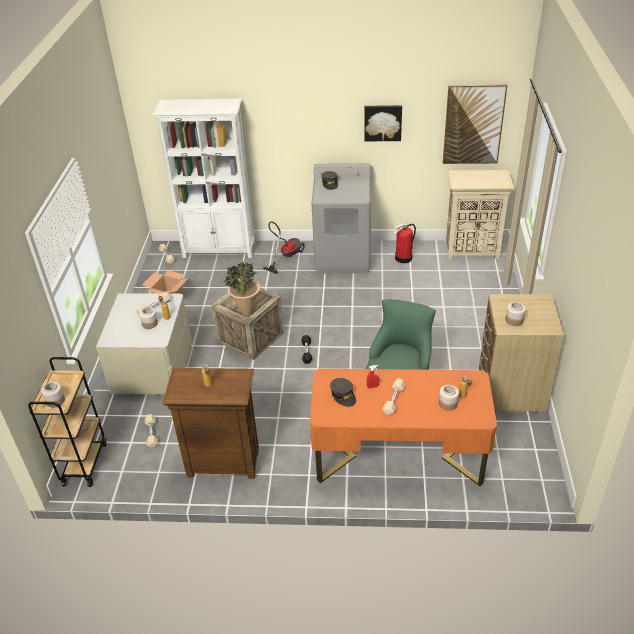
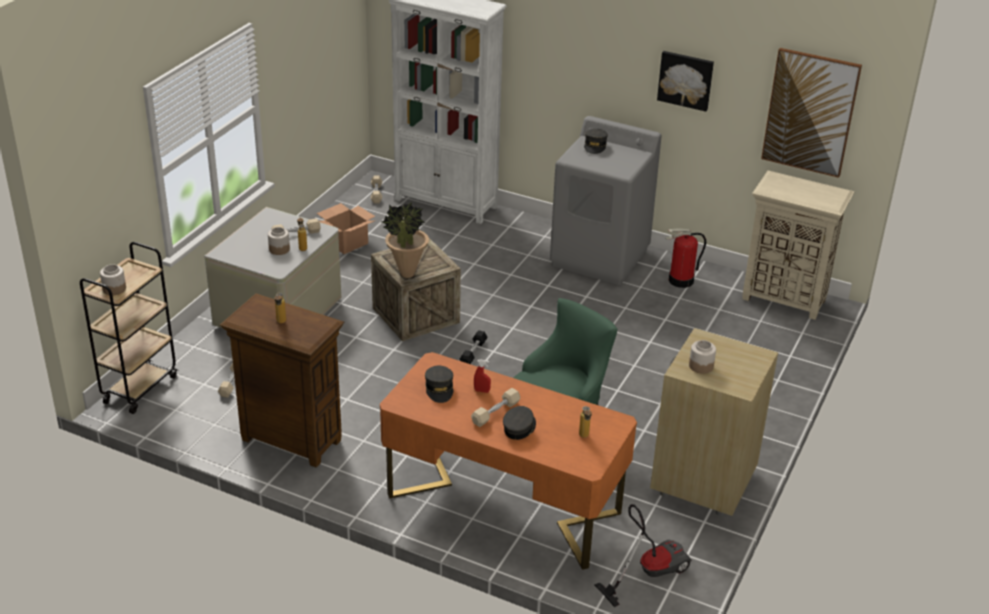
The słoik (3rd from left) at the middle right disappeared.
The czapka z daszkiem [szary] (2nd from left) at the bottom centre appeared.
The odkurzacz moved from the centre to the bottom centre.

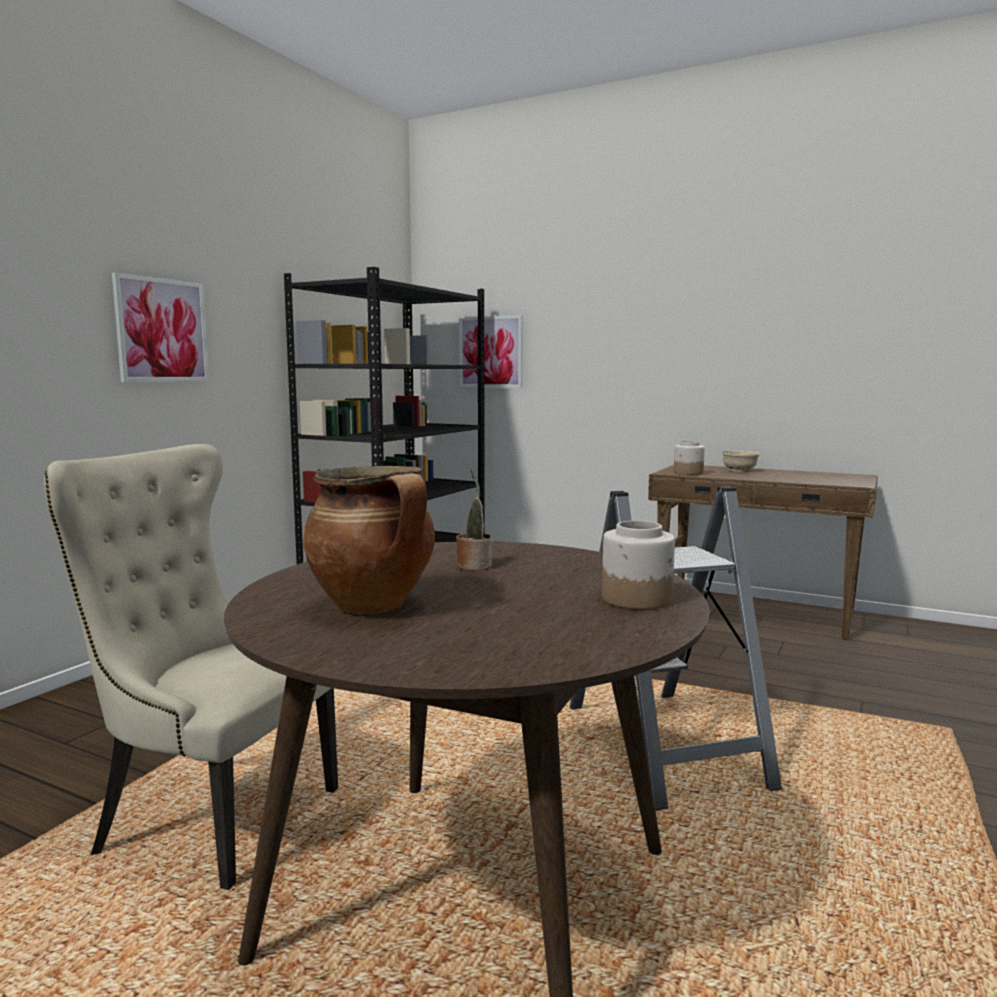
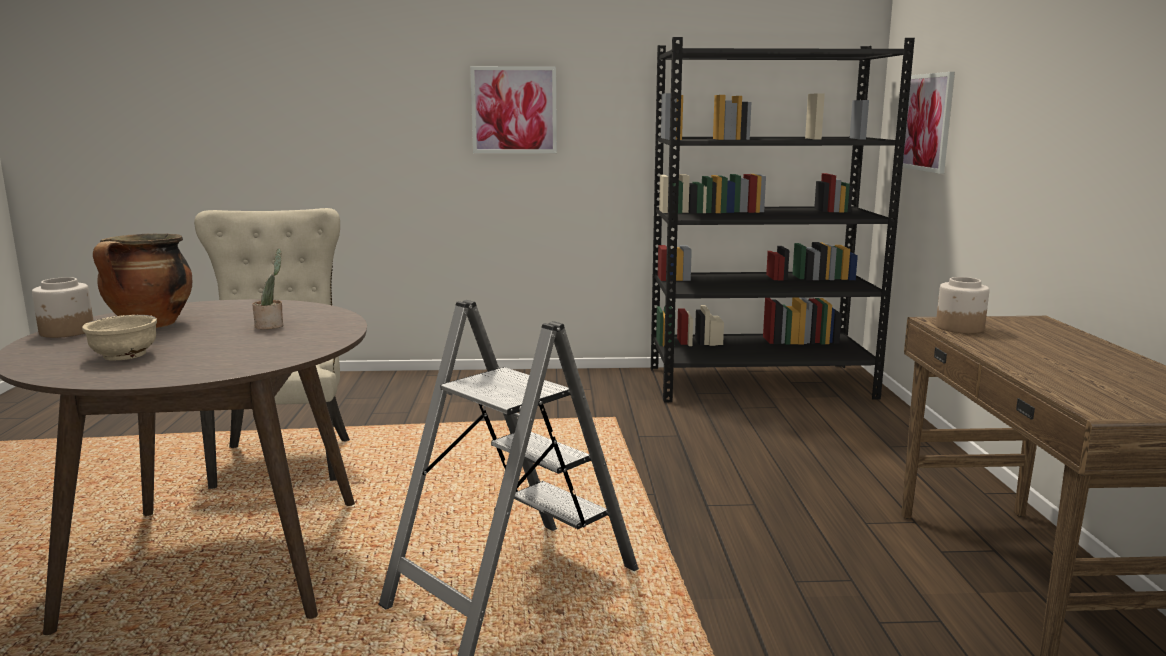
The słoik (1st from left) moved from the centre to the middle left.
The miska [beżowy] moved from the middle right to the middle left.

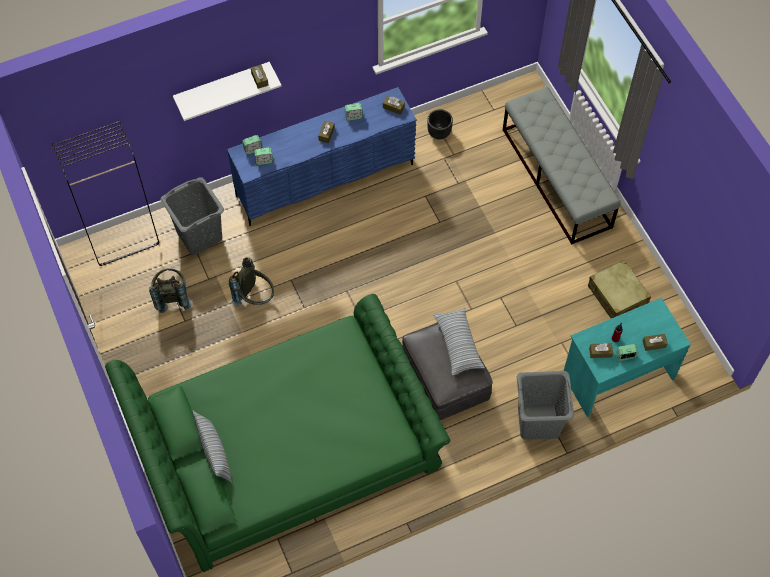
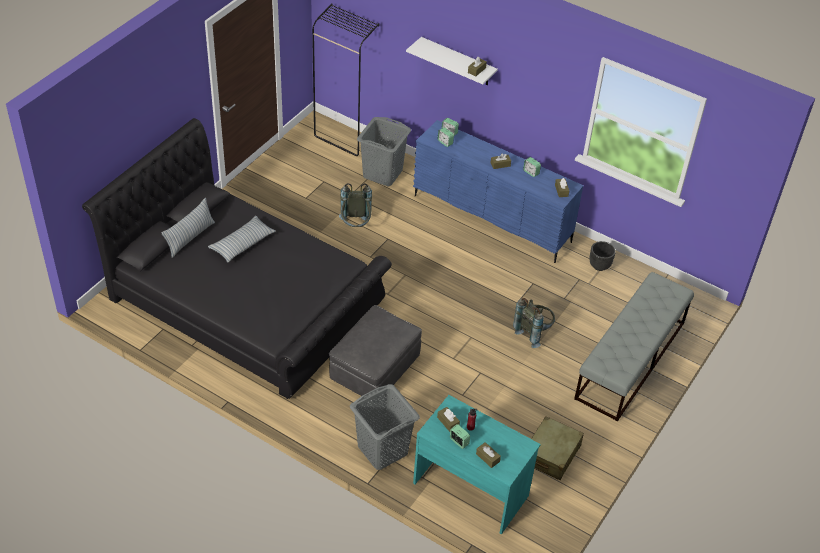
The plecak [szary] (1st from left in the first image) moved from the middle left to the centre.
The poduszka (2nd from left) moved from the centre to the middle left.
The łóżko [zielony] at the bottom centre became the łóżko [czarny] at the middle left.

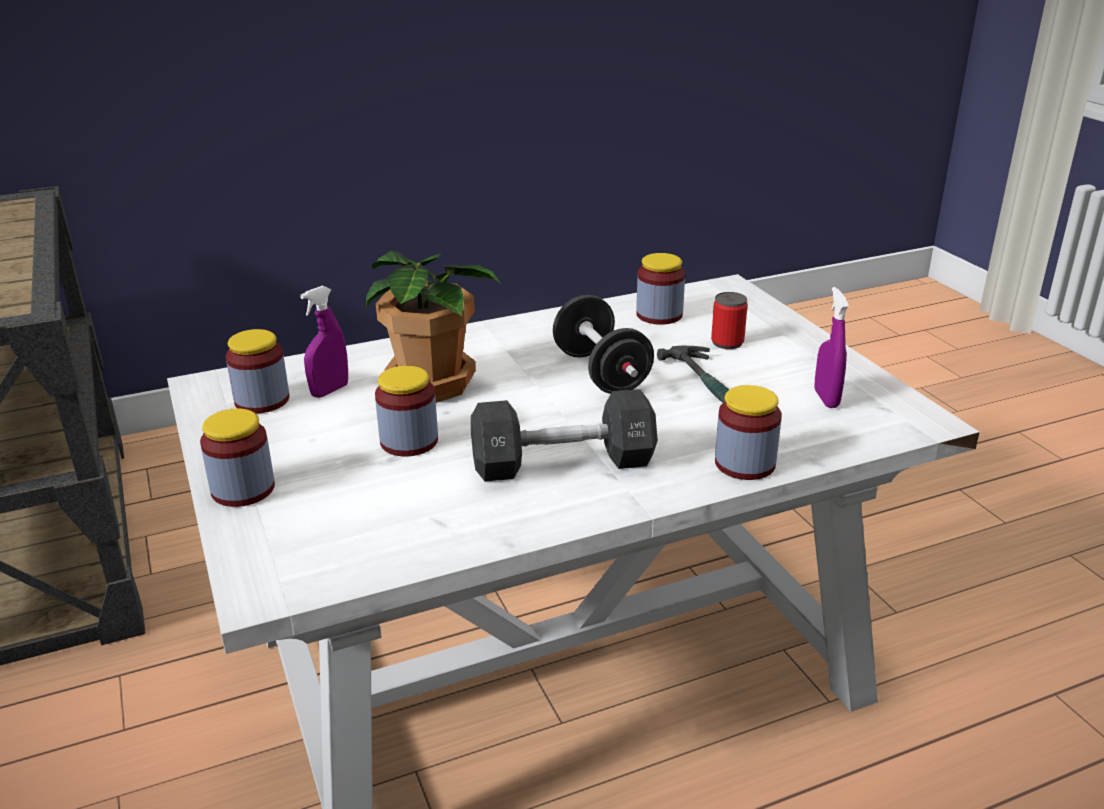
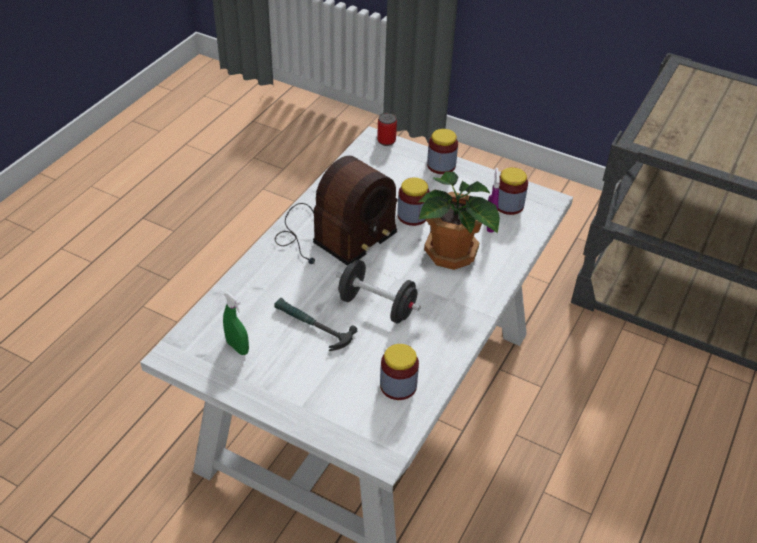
The słoik (5th from left) at the middle right disappeared.
The puszka moved from the centre to the top centre.
The hantel [czarny] (1st from left) at the centre was replaced by the radio at the centre.
The spryskiwacz [fioletowy] (2nd from left) at the middle right became the spryskiwacz [zielony] at the middle left.

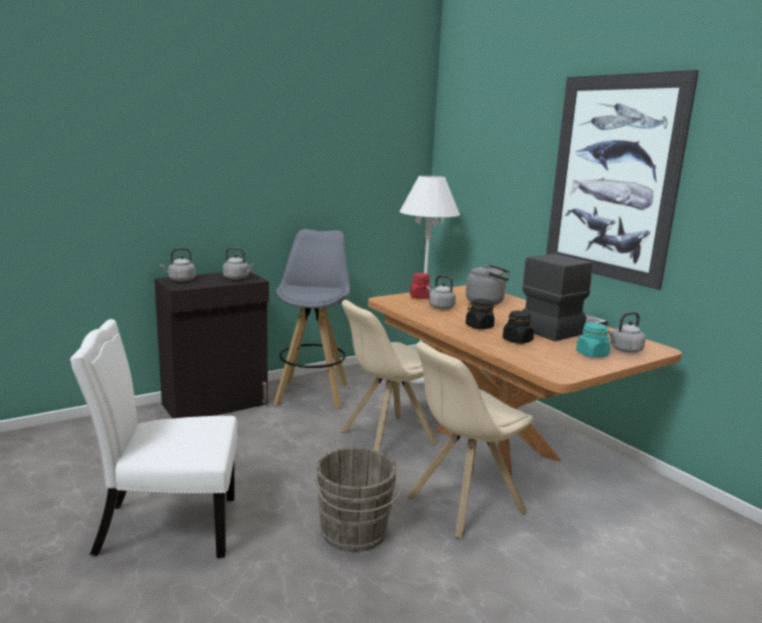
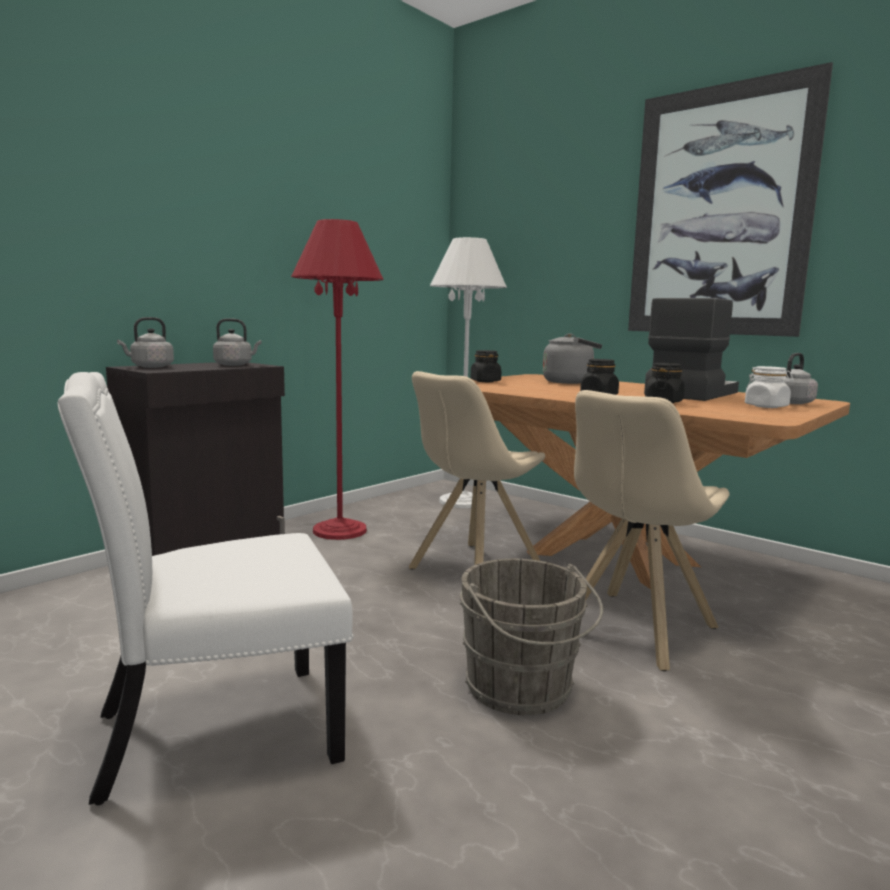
The czajnik [szary] (3rd from left) at the centre disappeared.
The stołek [szary] at the centre was replaced by the lampa stojąca [czerwony] at the centre.
The słoik [czerwony] at the centre became the słoik [czarny] (1st from left) at the centre.
The słoik [turkusowy] at the middle right became the słoik [biały] at the middle right.

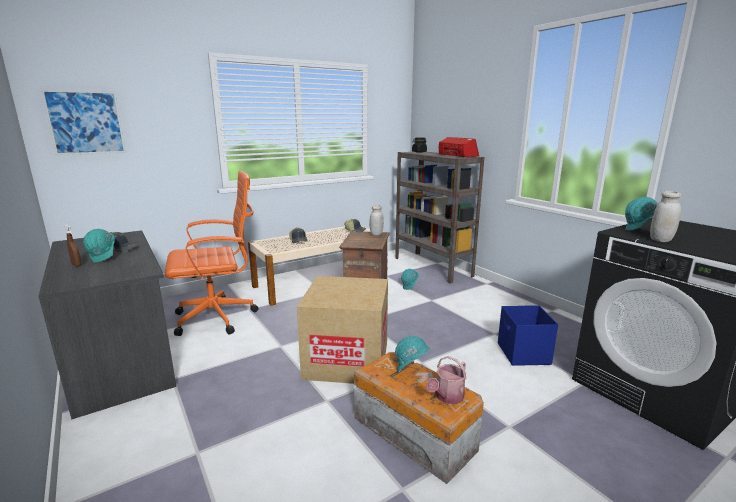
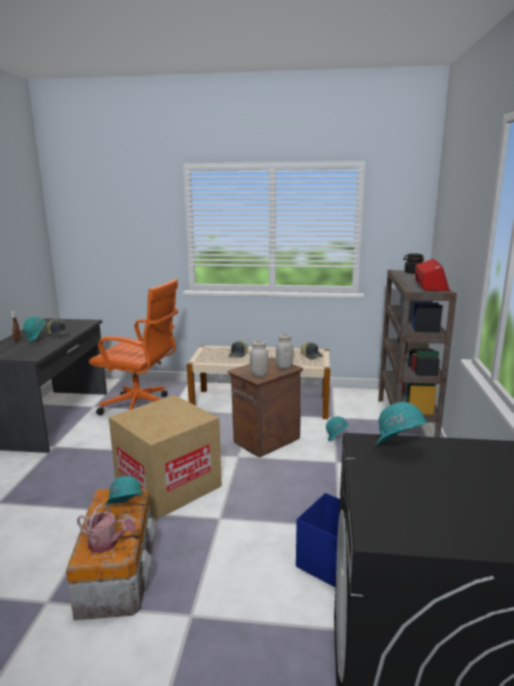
The obraz at the top left disappeared.
The słoik [biały] (2nd from left in the first image) moved from the middle right to the centre.
The konewka at the bottom centre turned 150 degrees counterclockwise.

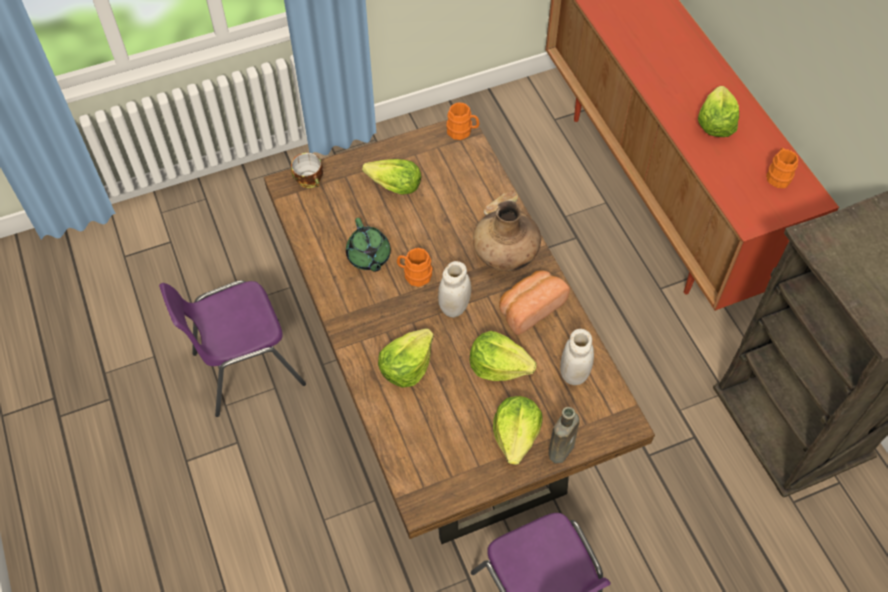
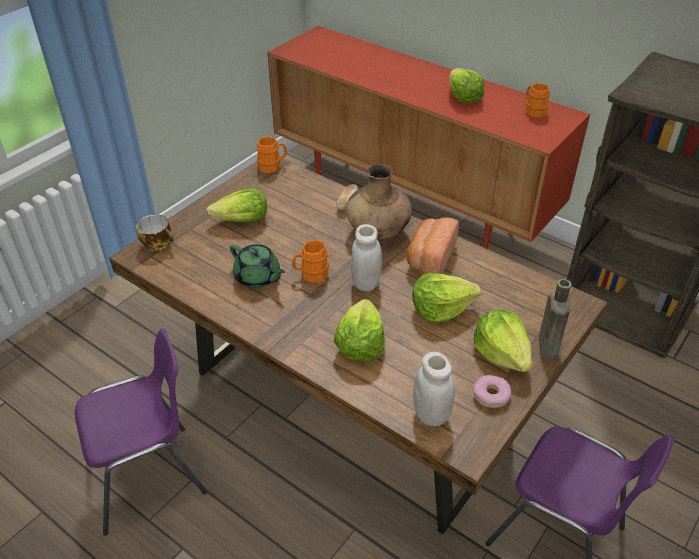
The donut at the bottom right appeared.
The słoik [biały] (2nd from left) moved from the centre to the bottom centre.
The krzesło [fioletowy] (1st from left) at the middle left turned 150 degrees counterclockwise.

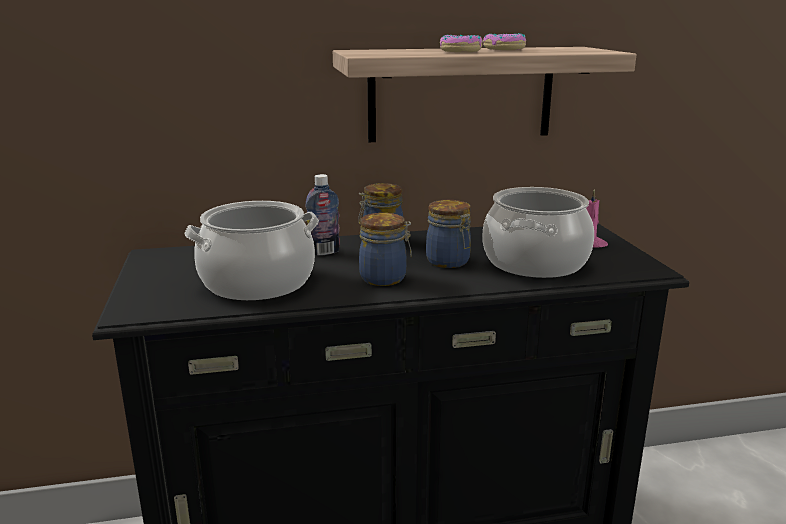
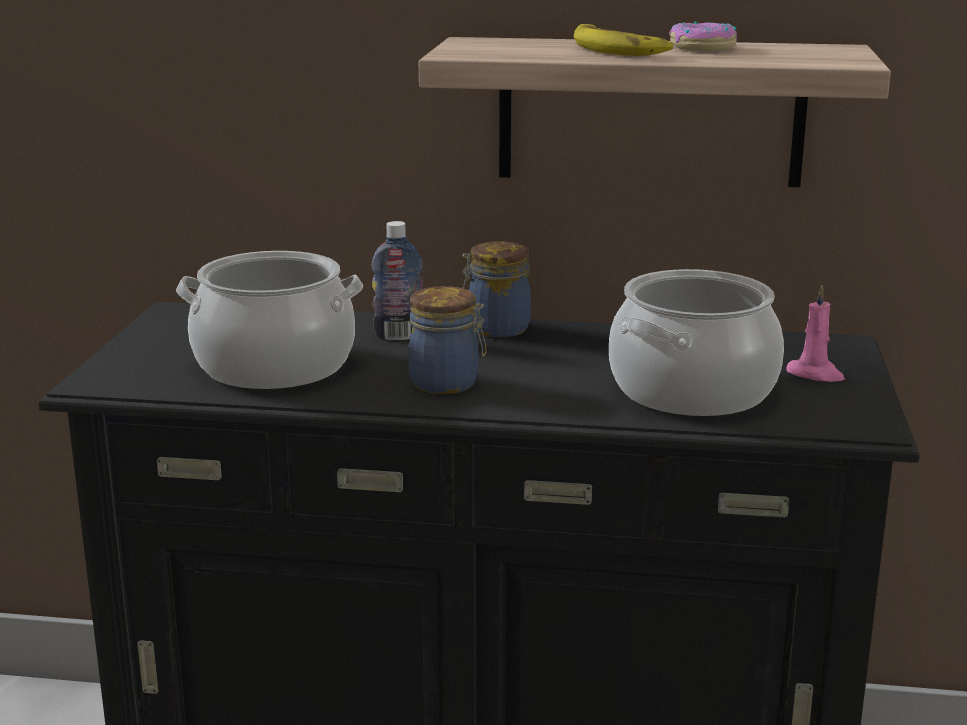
The słoik (3rd from left) at the centre disappeared.
The donut (1st from left) at the top centre was replaced by the banan at the top centre.

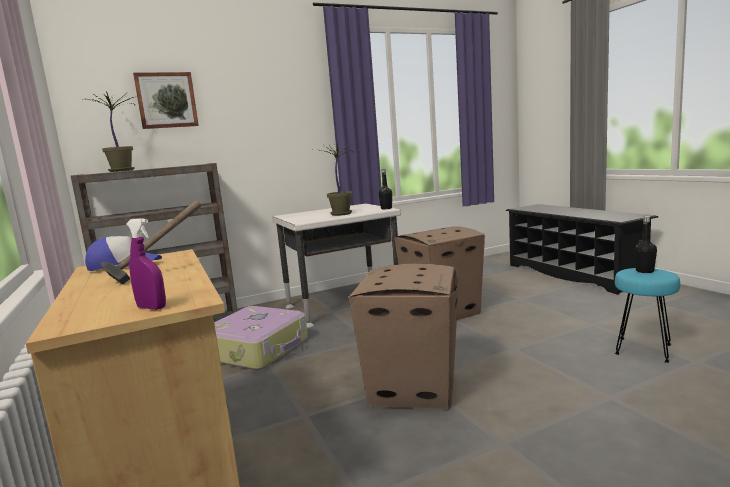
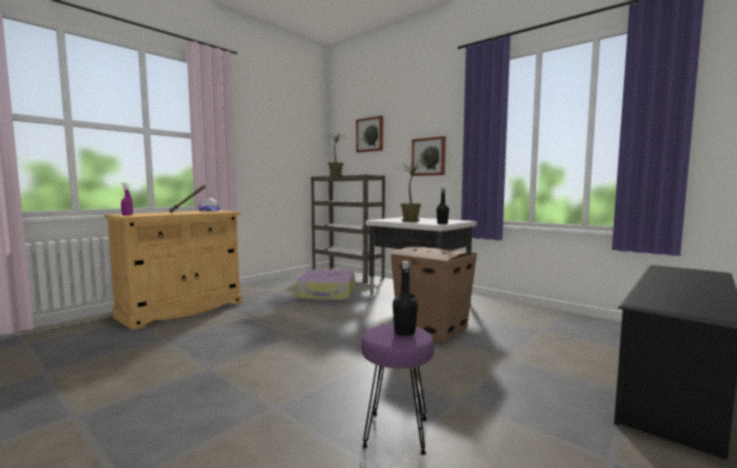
The karton (1st from left) at the bottom centre disappeared.
The obraz (2nd from left) at the centre appeared.
The stołek [turkusowy] at the middle right became the stołek [fioletowy] at the bottom centre.

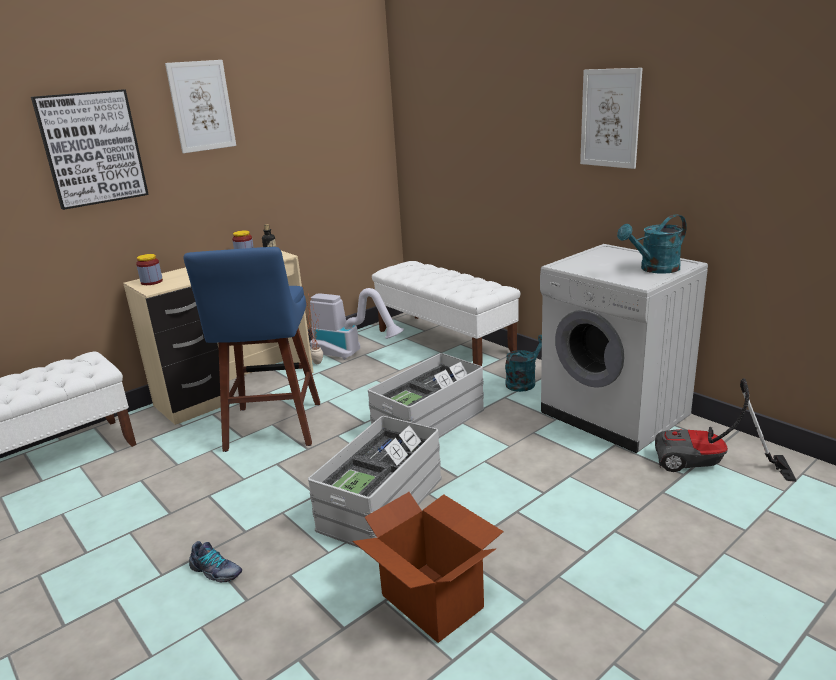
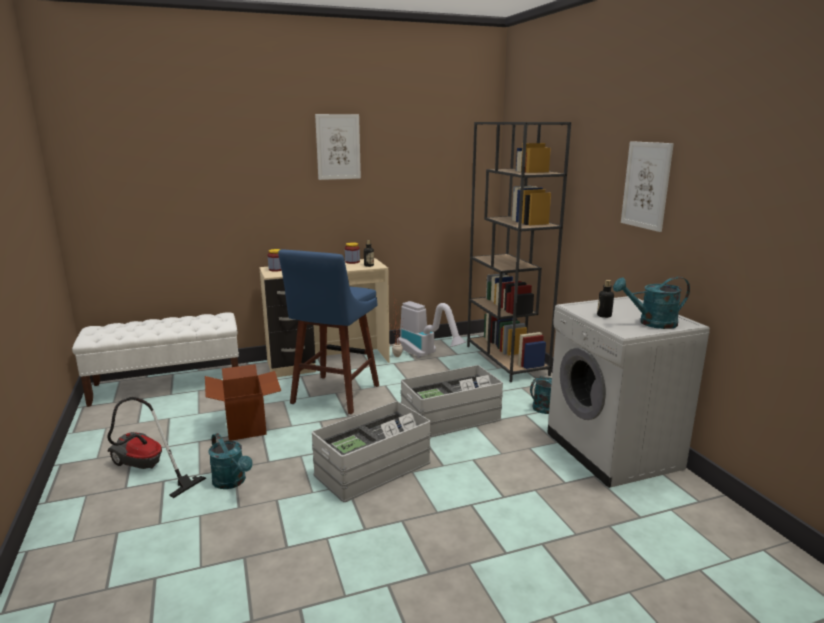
The obraz (1st from left) at the top left disappeared.
The butelka (2nd from left) at the middle right appeared.
The karton moved from the bottom centre to the middle left.
The odkurzacz (2nd from left in the first image) moved from the middle right to the bottom left.
The but at the bottom left was replaced by the konewka [turkusowy] (1st from left) at the bottom left.
The ławka [biały] (2nd from left) at the centre was replaced by the regał at the centre.

